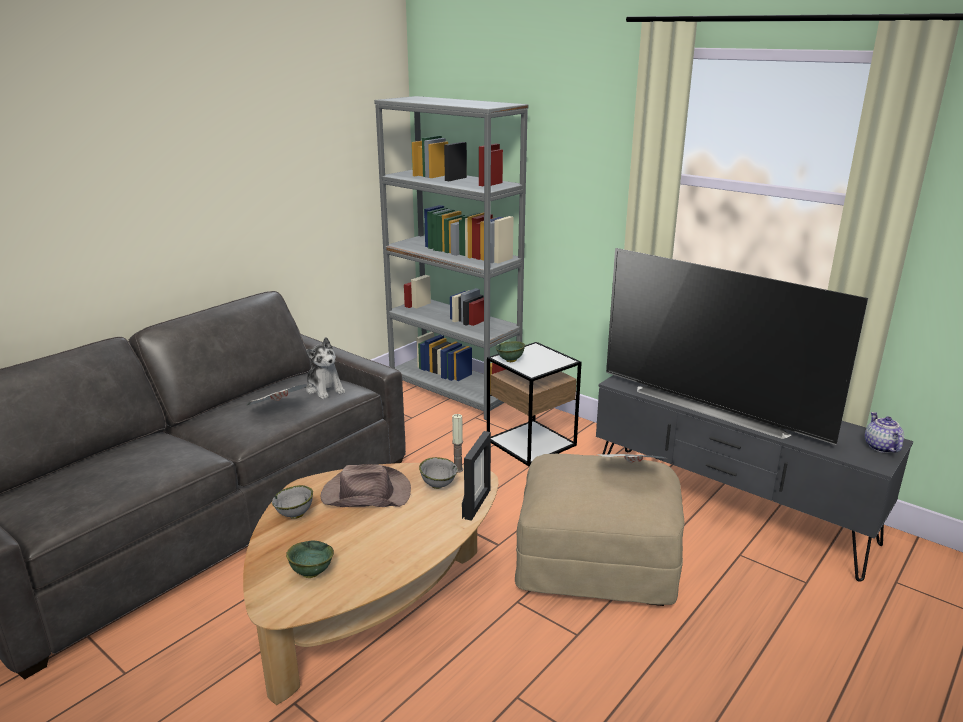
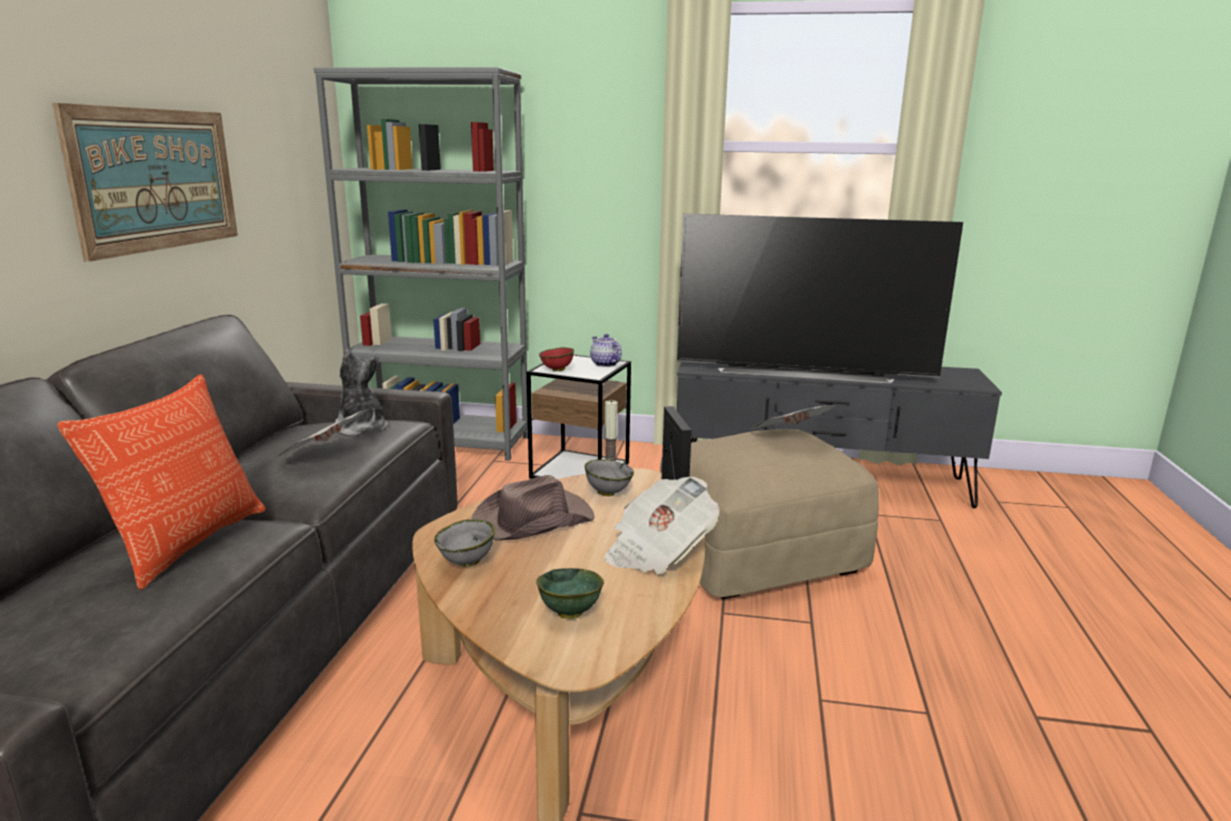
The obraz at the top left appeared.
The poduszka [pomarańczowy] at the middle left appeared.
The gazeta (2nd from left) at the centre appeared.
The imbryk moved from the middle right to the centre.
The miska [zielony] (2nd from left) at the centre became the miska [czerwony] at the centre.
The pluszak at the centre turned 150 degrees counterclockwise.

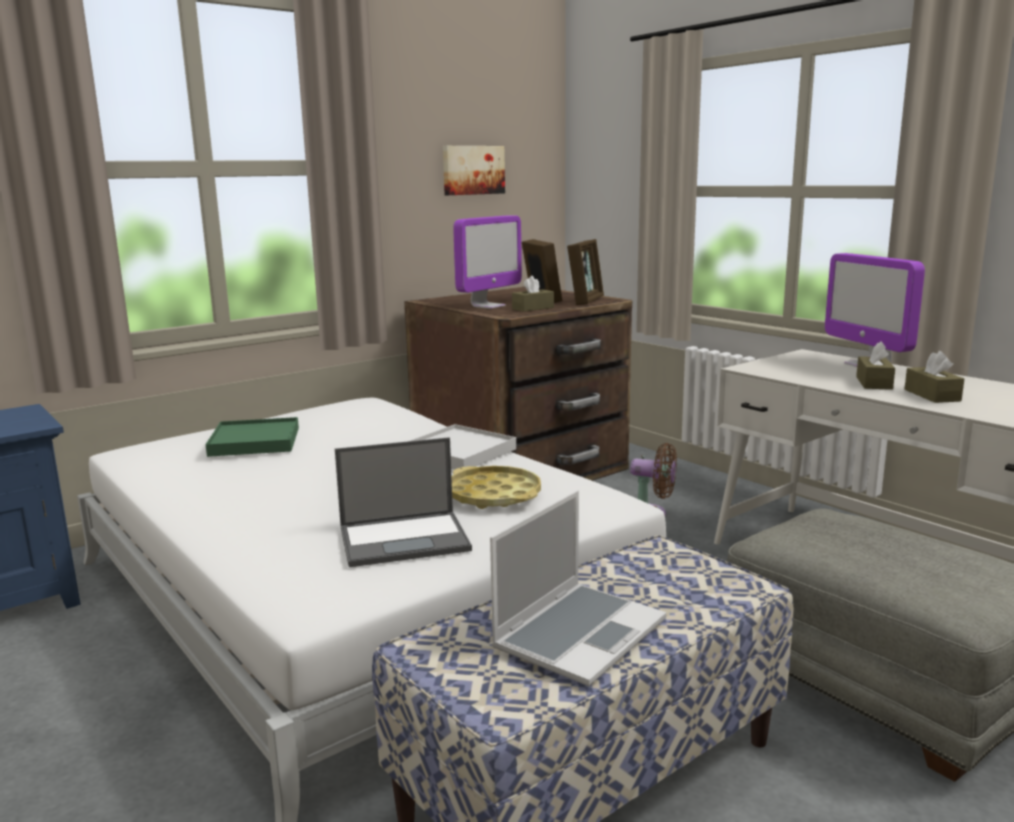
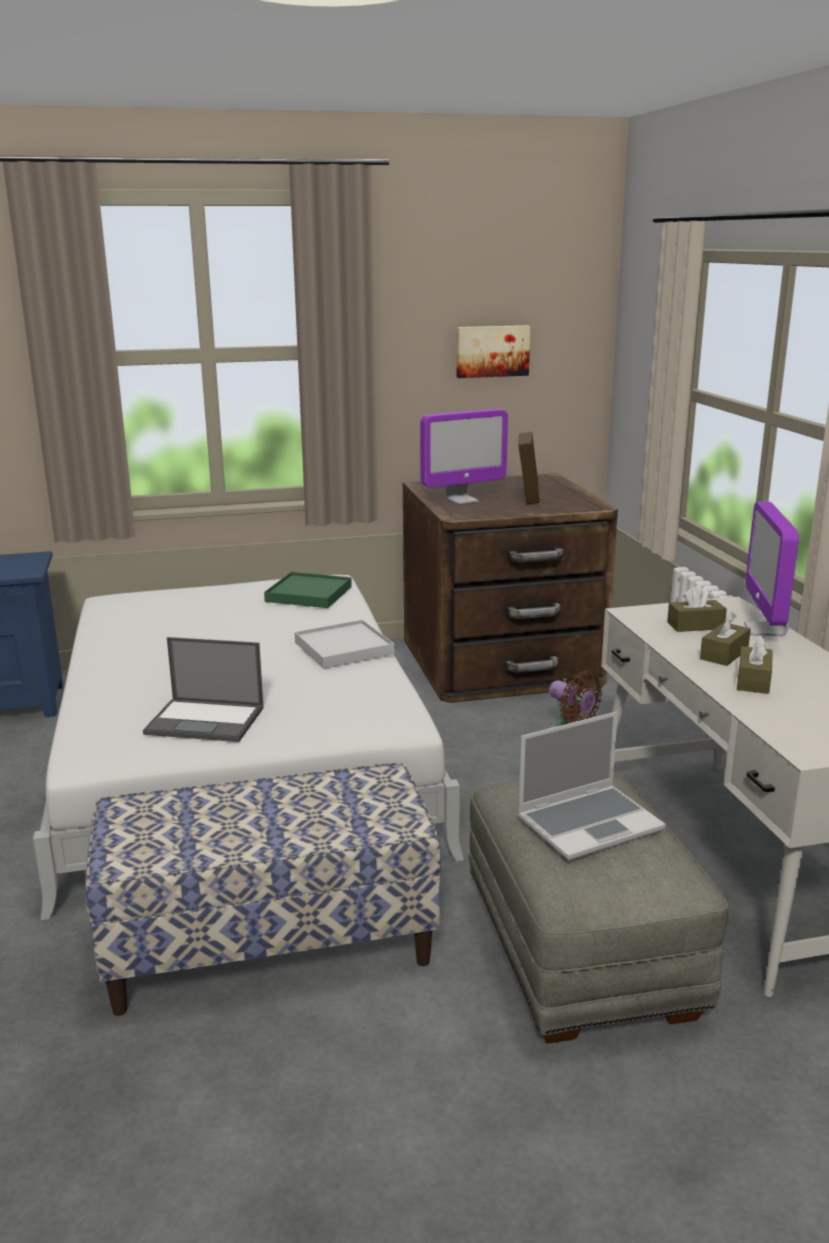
The taca [żółty] at the centre disappeared.
The ramka na zdjęcie (2nd from left) at the top centre disappeared.
The taca [zielony] moved from the middle left to the centre.
The laptop (2nd from left) moved from the bottom centre to the middle right.
The pudełko chusteczek [brązowy] (1st from left) moved from the centre to the middle right.

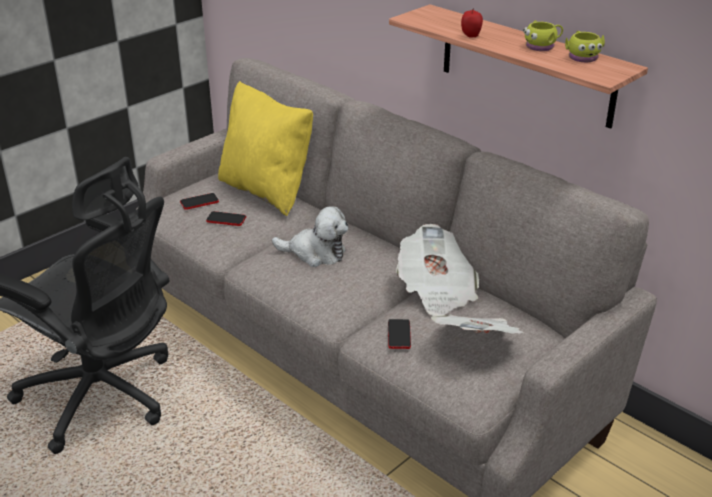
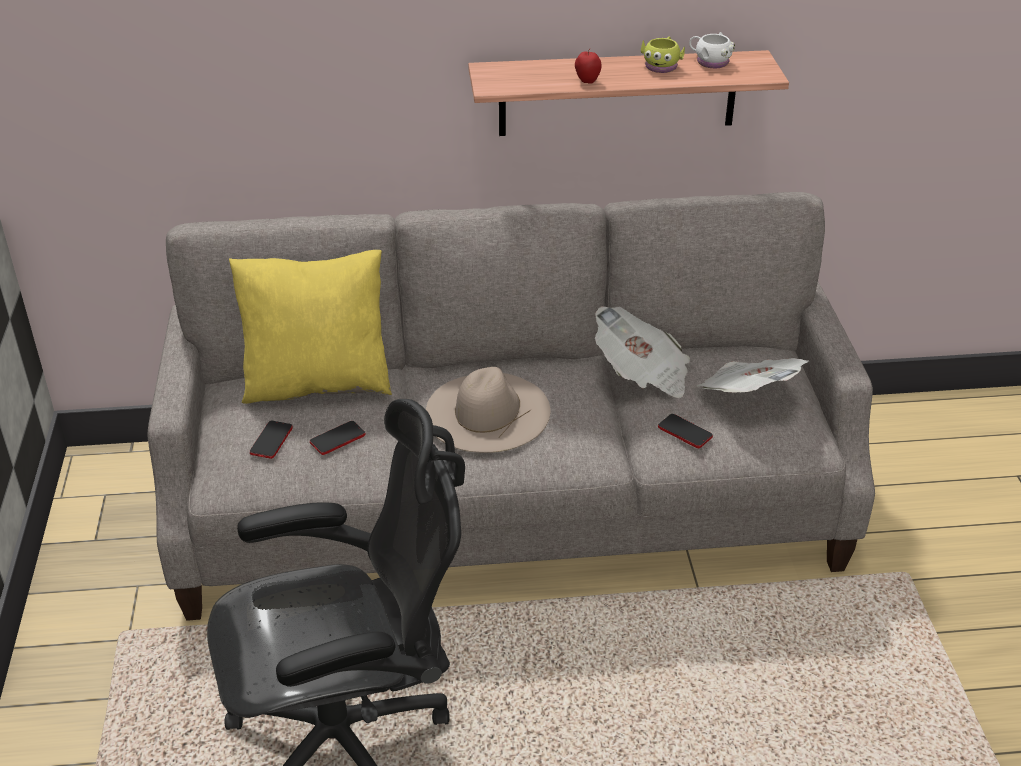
The pluszak at the centre was replaced by the kapelusz [beżowy] at the centre.
The kubek [żółty] (2nd from left) at the top right became the kubek [biały] at the top right.

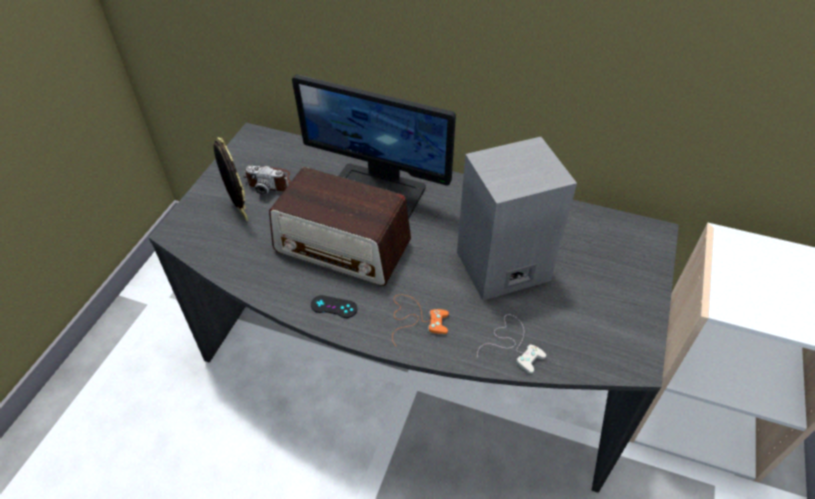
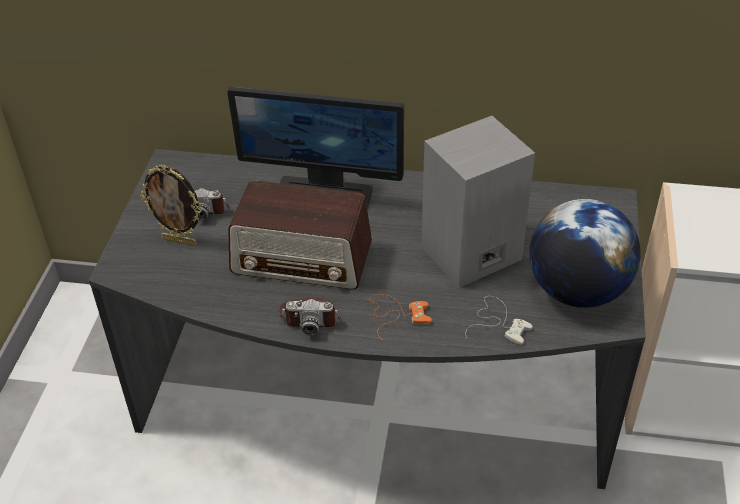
The globus at the middle right appeared.
The pad do gier [czarny] at the centre was replaced by the aparat fotograficzny (2nd from left) at the centre.
The ramka na zdjęcie at the middle left turned 150 degrees clockwise.

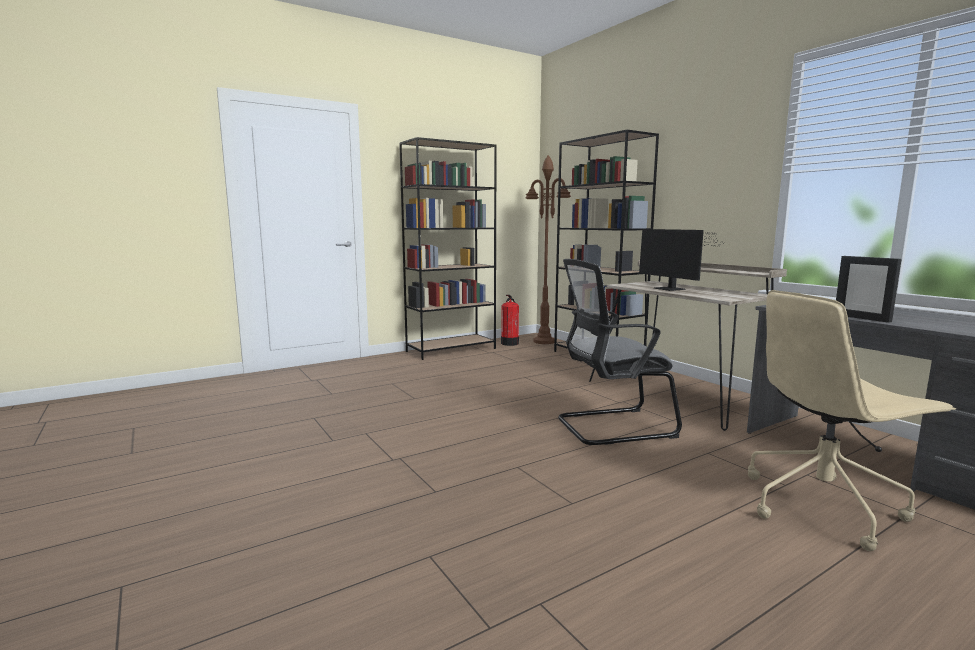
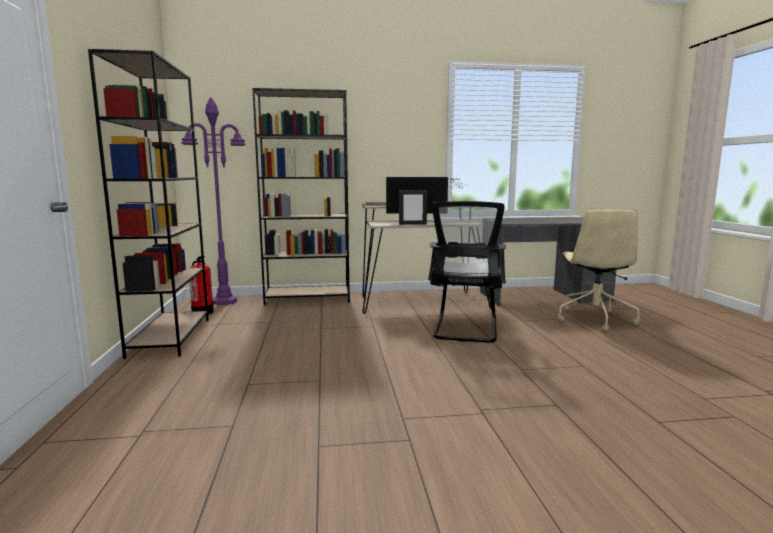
The ramka na zdjęcie moved from the middle right to the centre.
The lampa stojąca [brązowy] at the centre became the lampa stojąca [fioletowy] at the middle left.

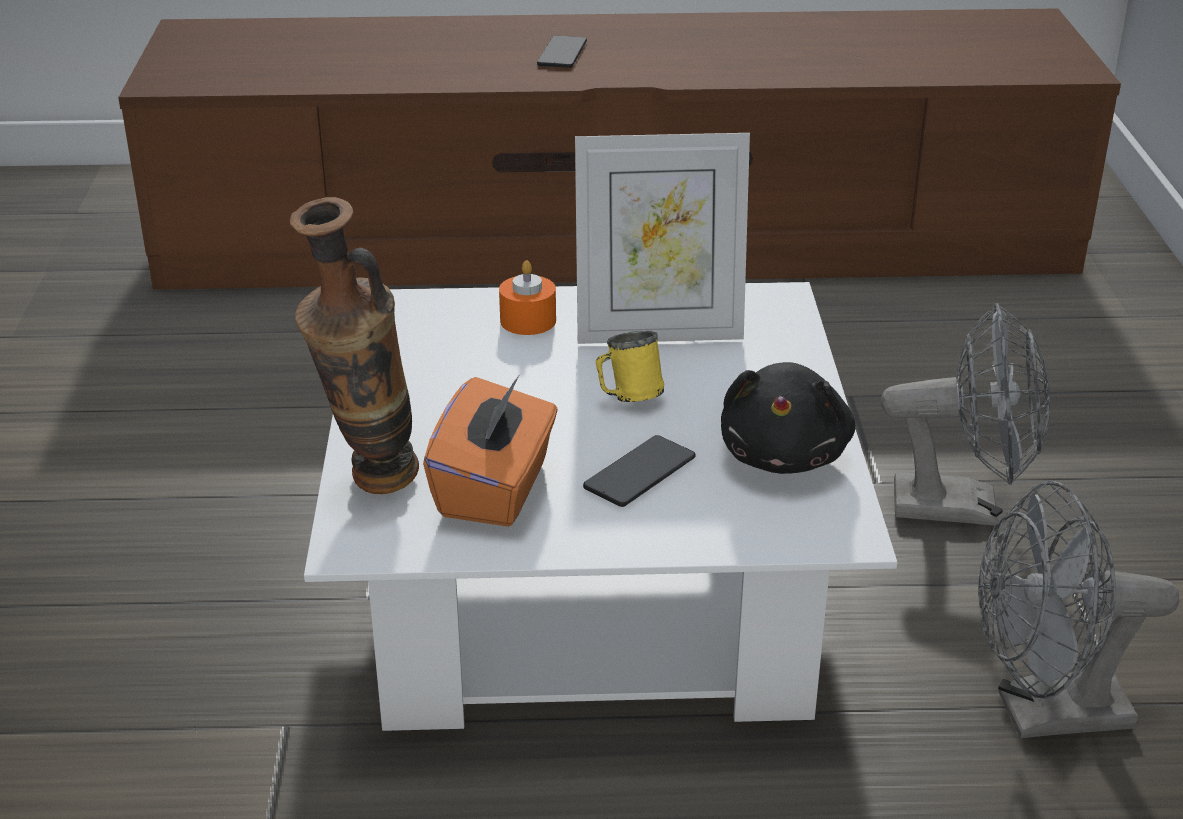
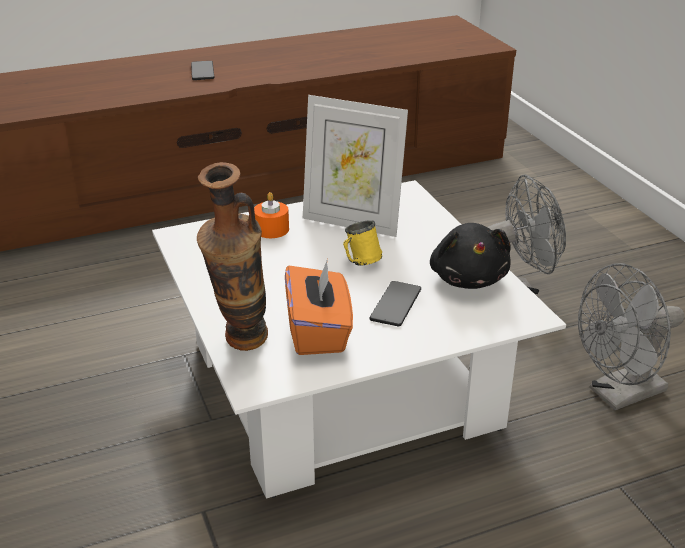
The ramka na zdjęcie at the top centre turned 45 degrees clockwise.

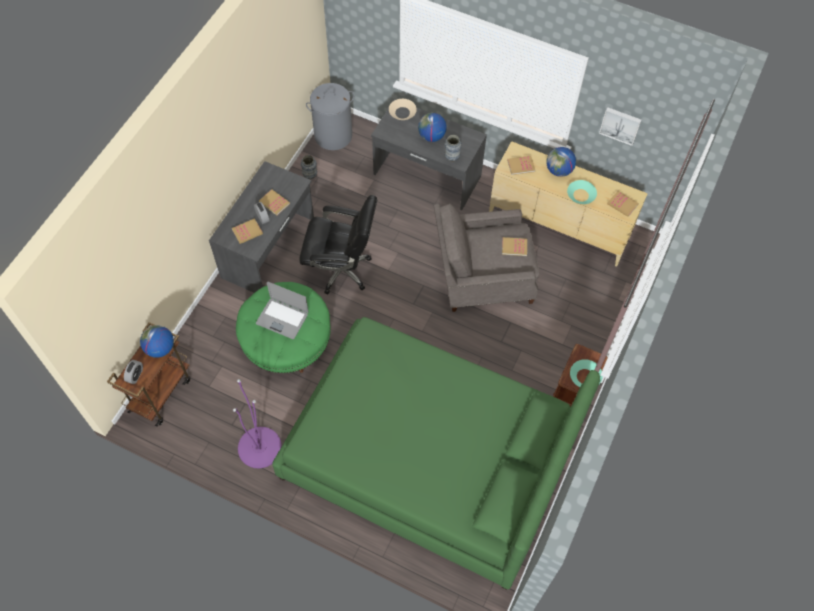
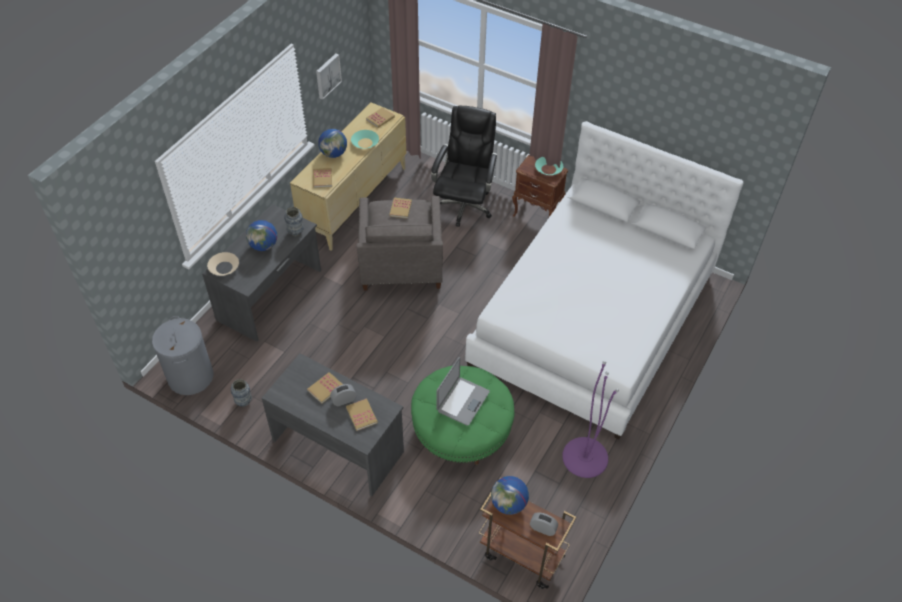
The krzesło biurowe [czarny] moved from the centre to the top centre.
The łóżko [zielony] at the bottom centre became the łóżko [biały] at the middle right.

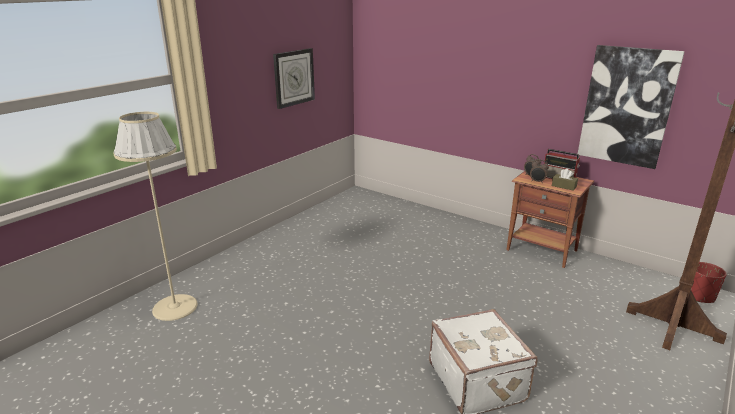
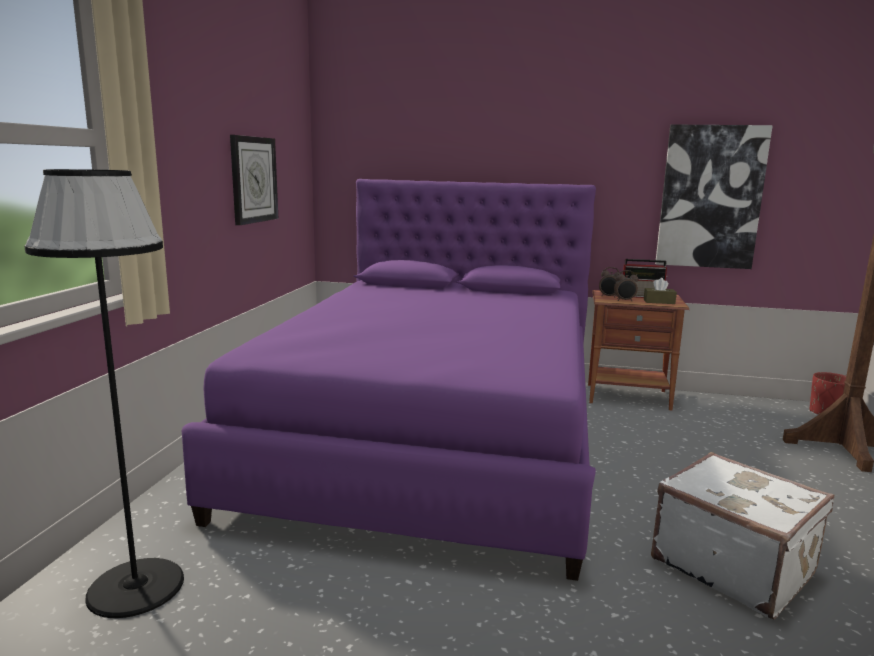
The łóżko [fioletowy] at the centre appeared.
The lampa stojąca [beżowy] at the middle left became the lampa stojąca [czarny] at the middle left.

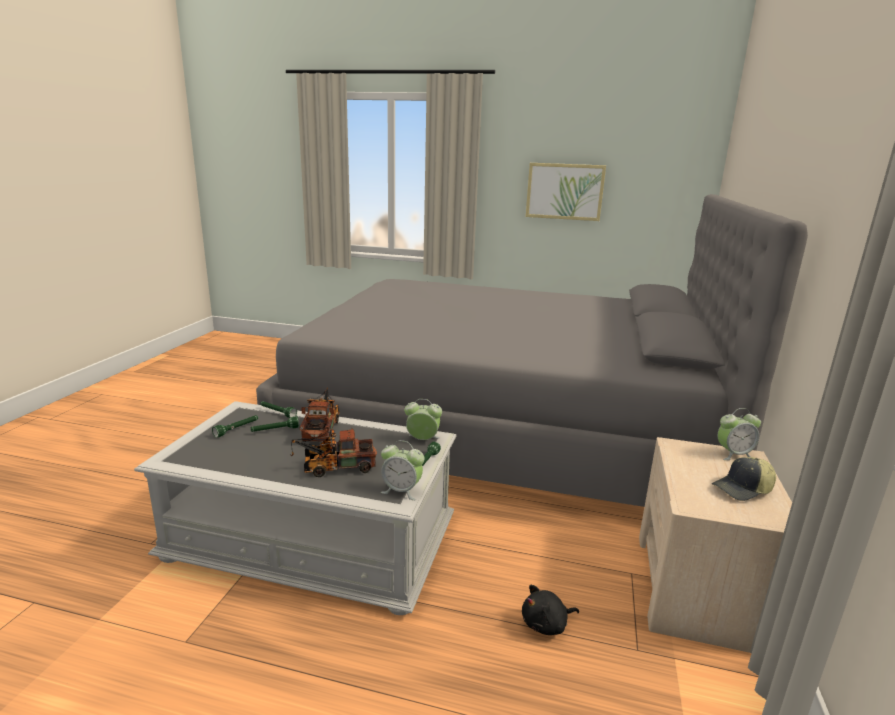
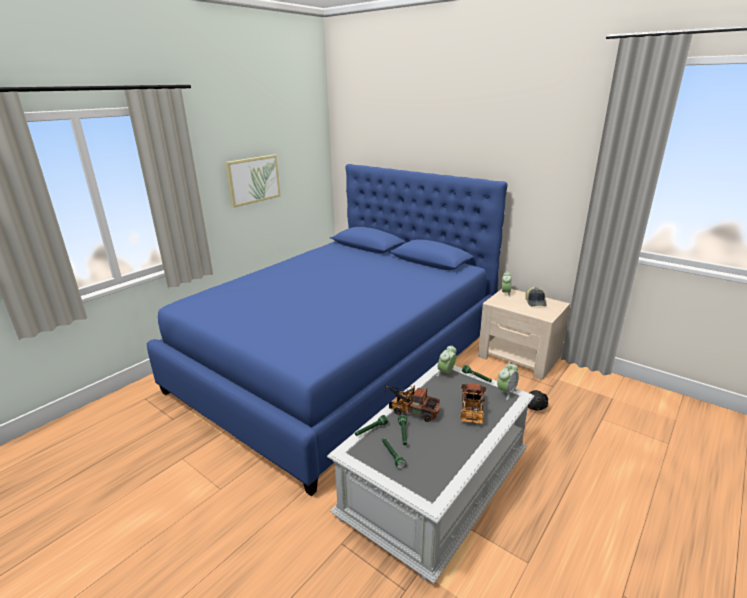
The łóżko [szary] at the centre became the łóżko [niebieski] at the centre.

